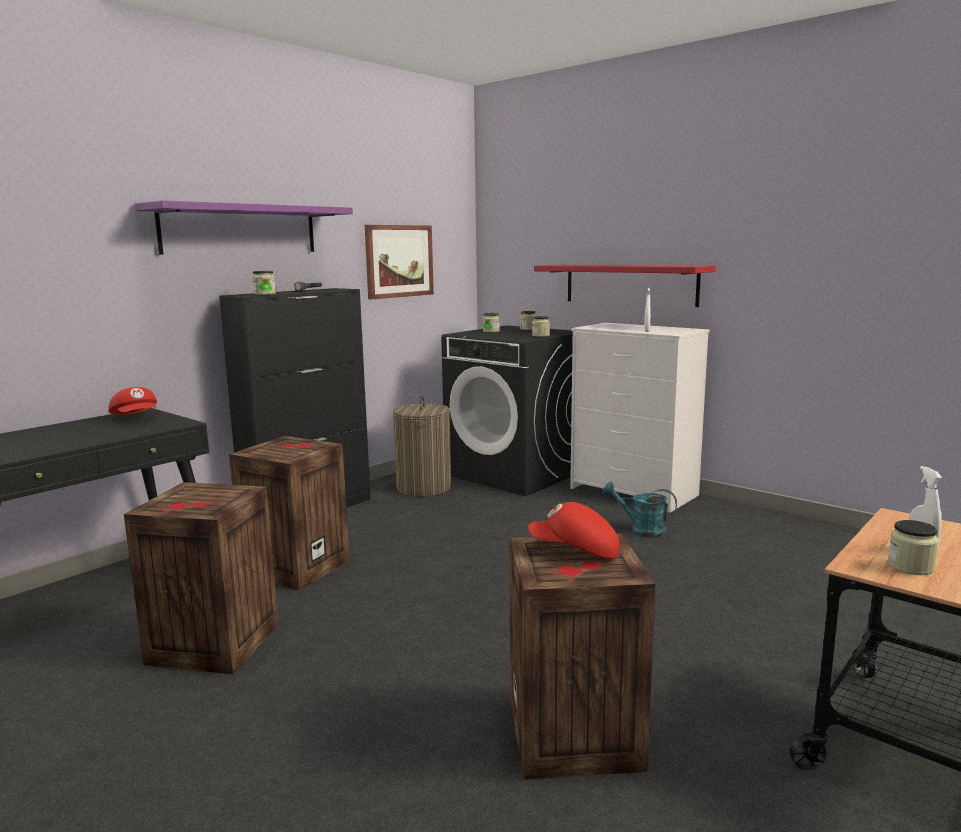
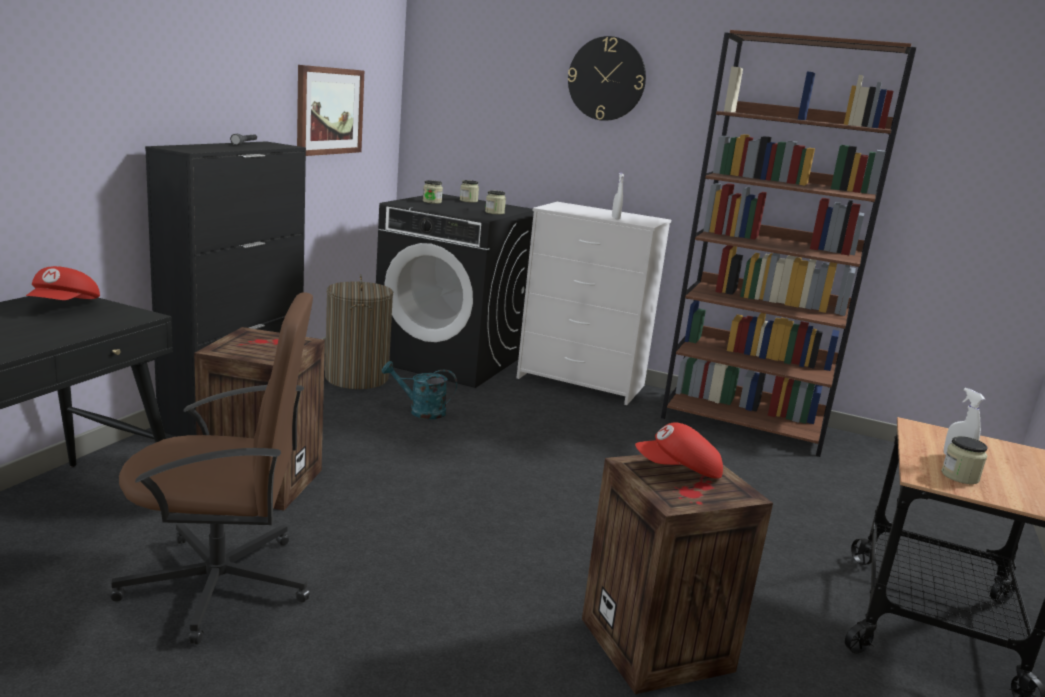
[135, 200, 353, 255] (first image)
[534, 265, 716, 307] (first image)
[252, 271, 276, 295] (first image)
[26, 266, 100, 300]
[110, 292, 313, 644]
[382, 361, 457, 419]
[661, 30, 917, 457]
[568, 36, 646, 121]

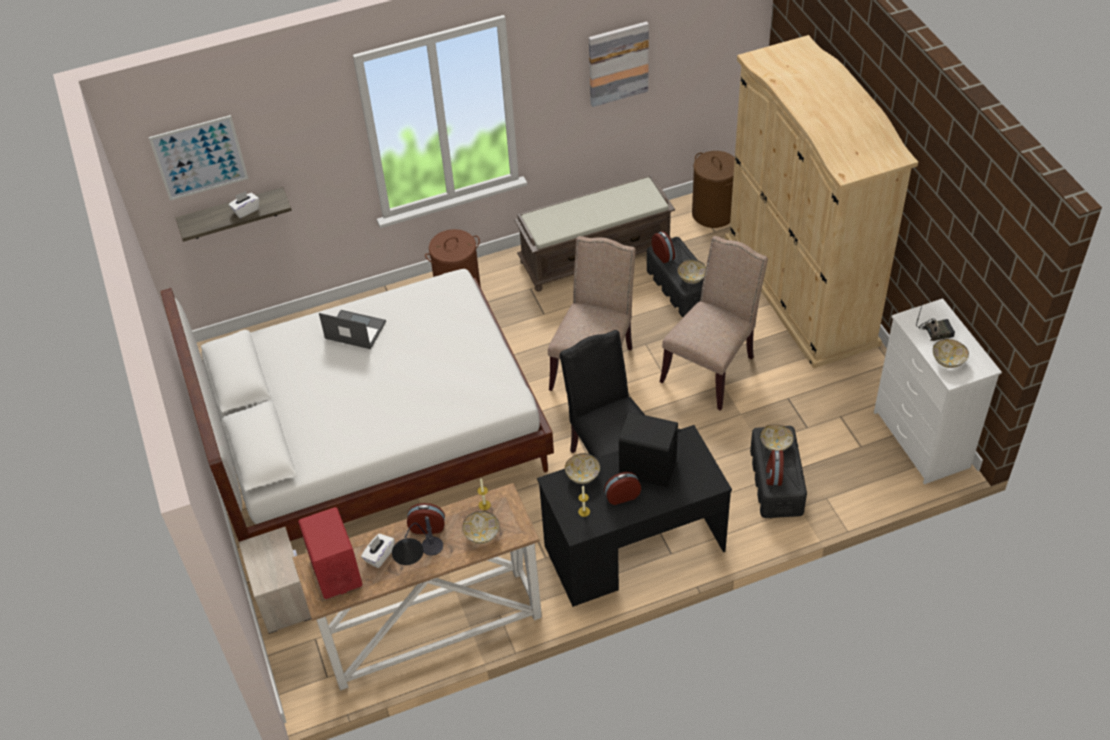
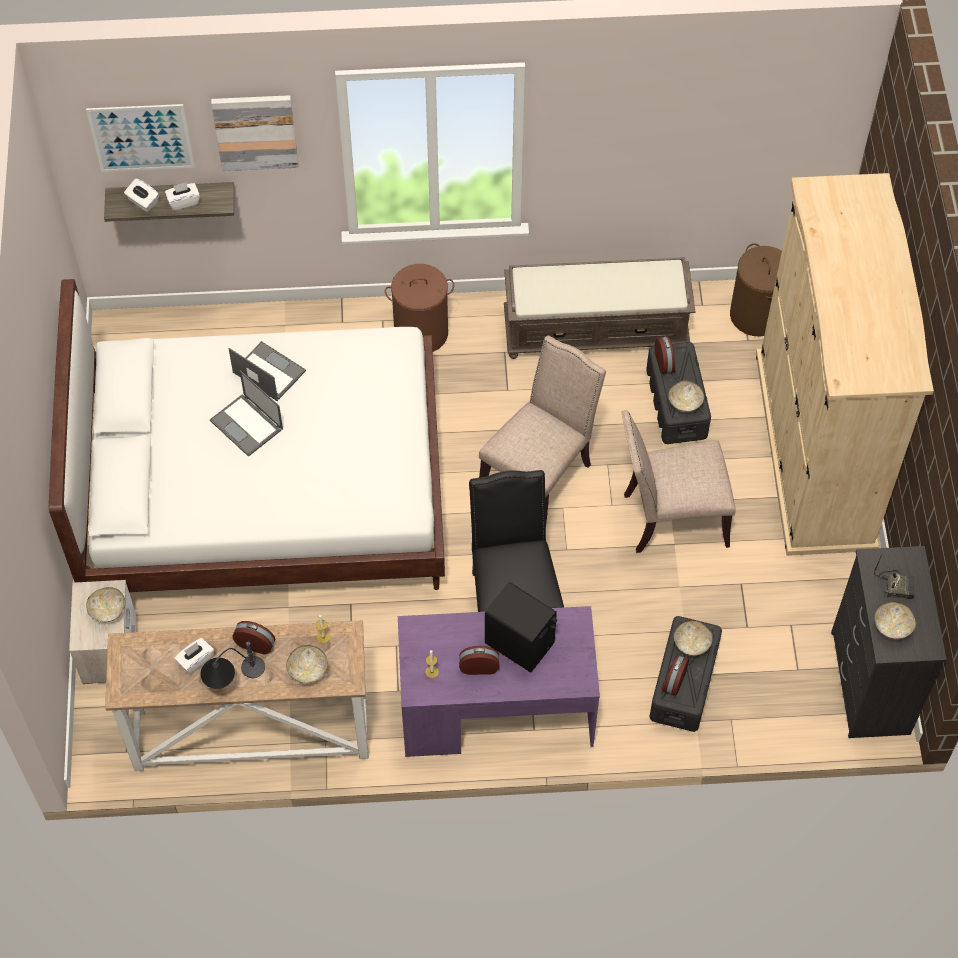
[211, 95, 299, 171]
[621, 410, 736, 553]
[831, 546, 947, 738]
[398, 606, 600, 757]
[86, 587, 126, 622]
[298, 507, 363, 599] (first image)
[124, 178, 159, 212]
[210, 370, 283, 457]

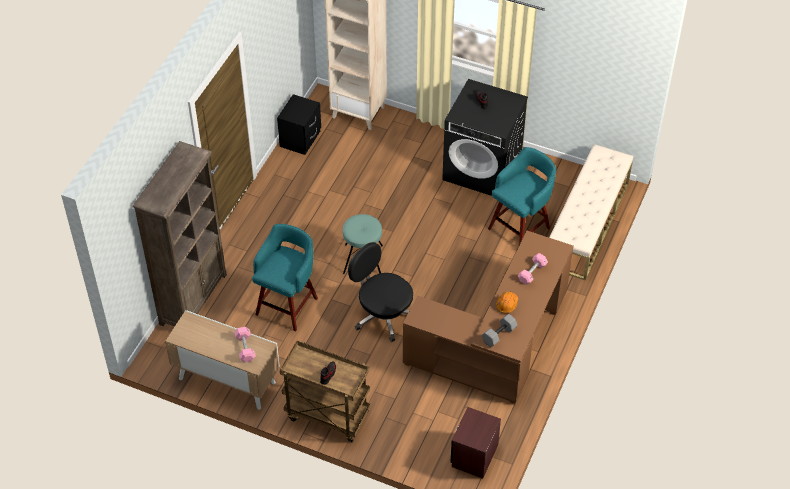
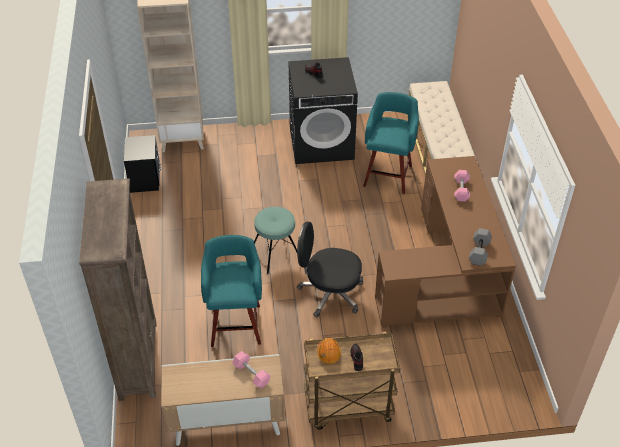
[317, 338, 341, 364]
[450, 407, 501, 479] (first image)

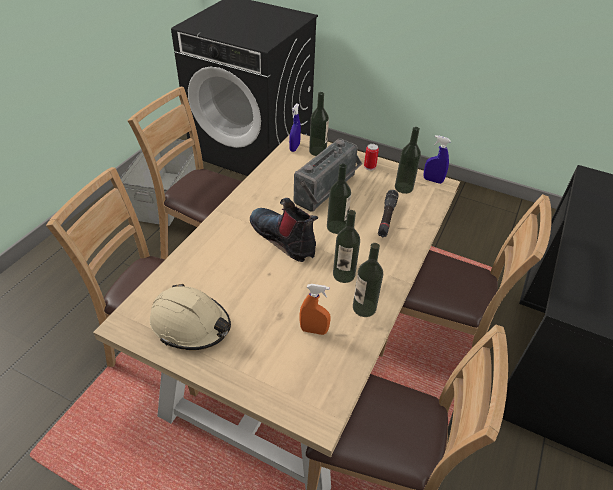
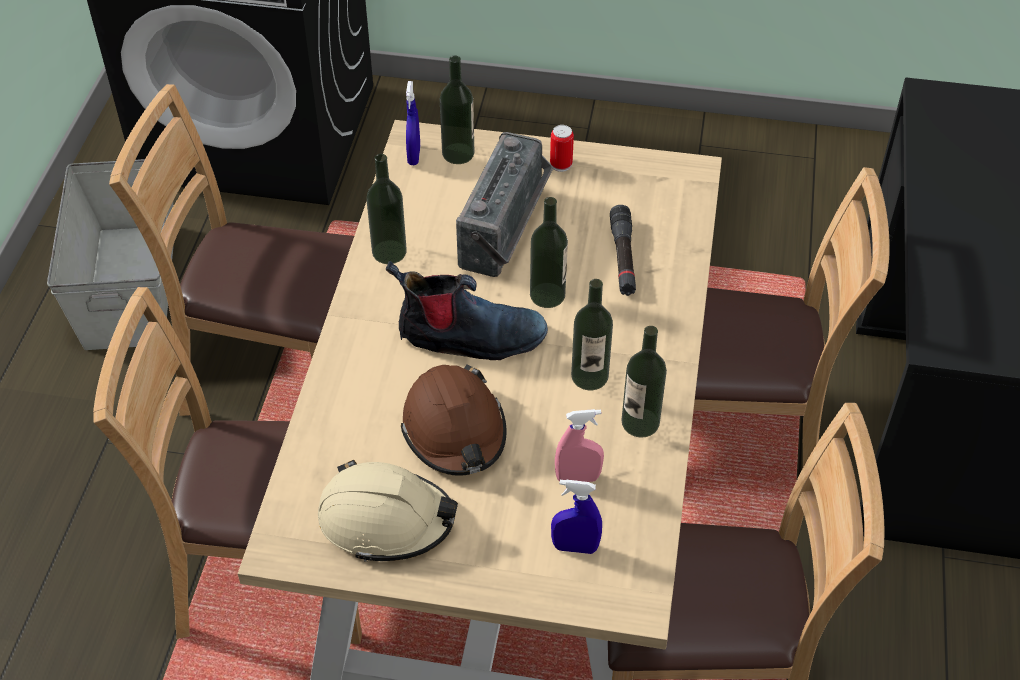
[366, 154, 407, 264]
[551, 480, 602, 554]
[386, 261, 548, 360]
[555, 409, 604, 482]
[401, 365, 506, 476]

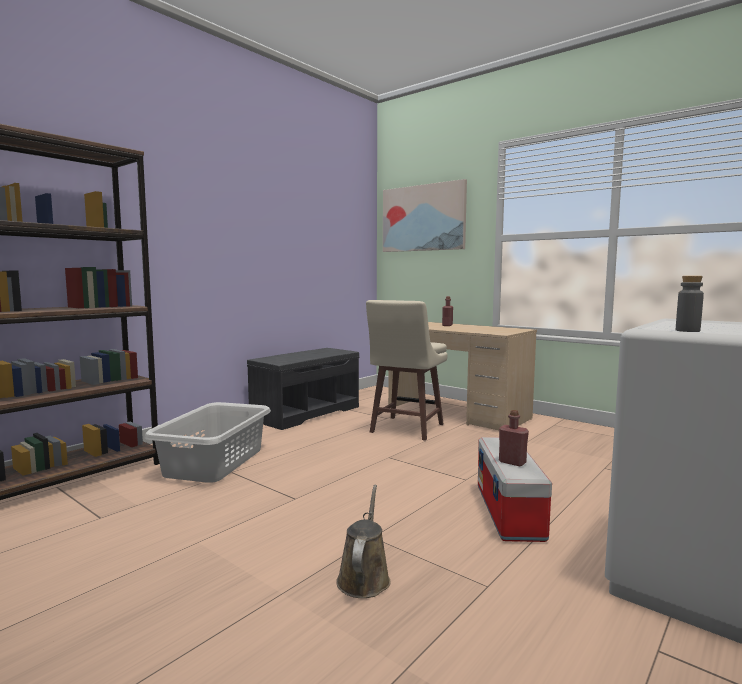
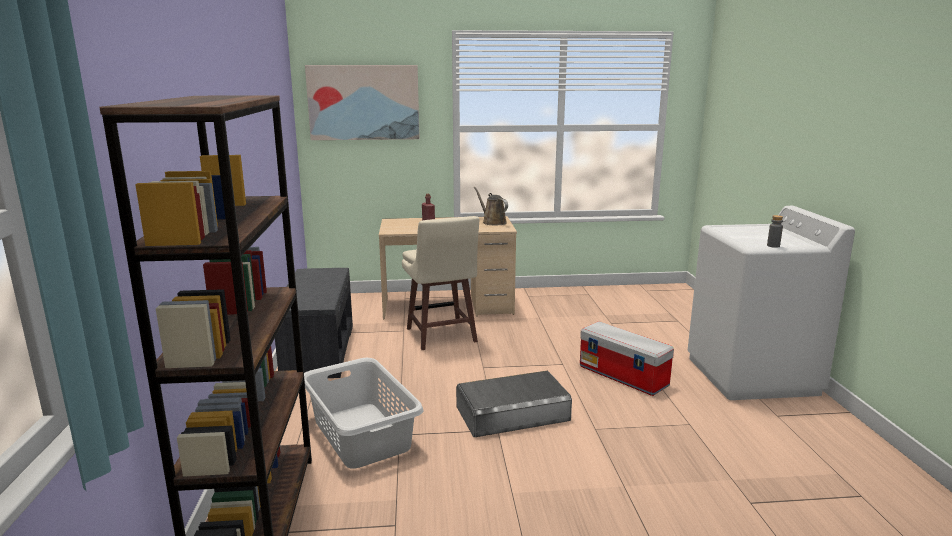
[499, 410, 529, 466] (first image)
[474, 187, 508, 225]
[456, 371, 572, 437]

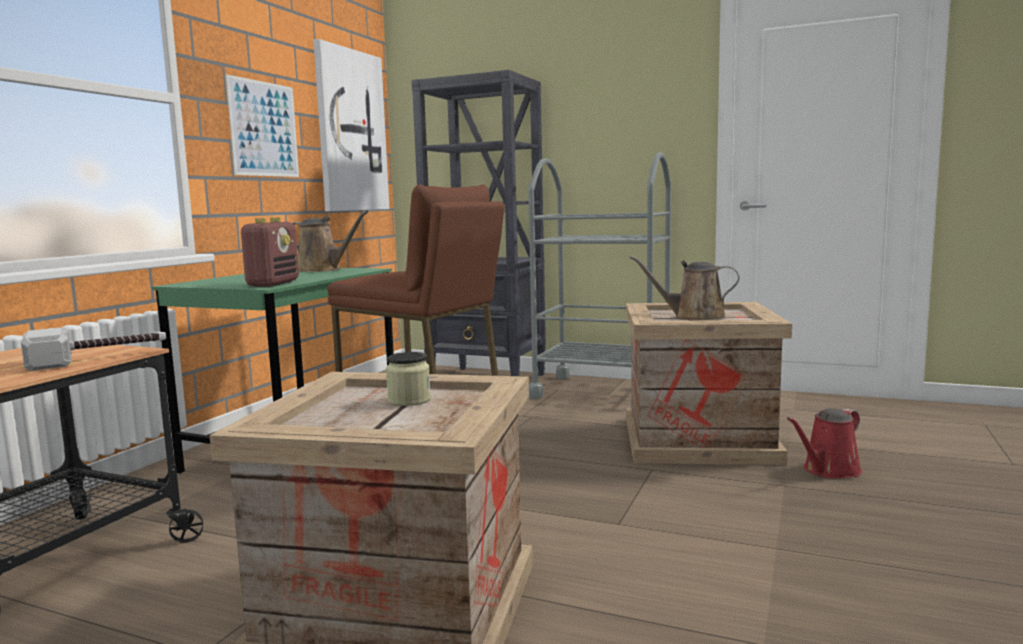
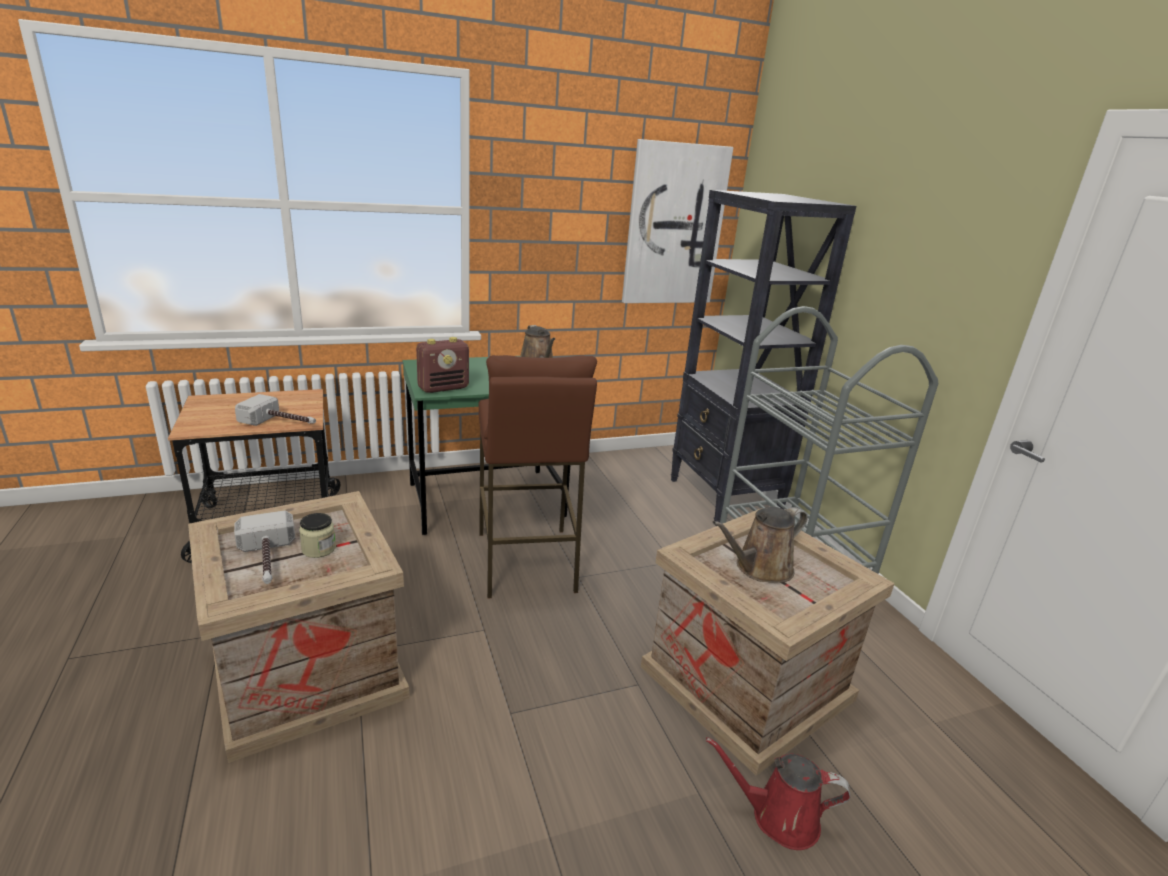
[226, 74, 299, 177] (first image)
[712, 507, 808, 583]
[234, 510, 295, 584]

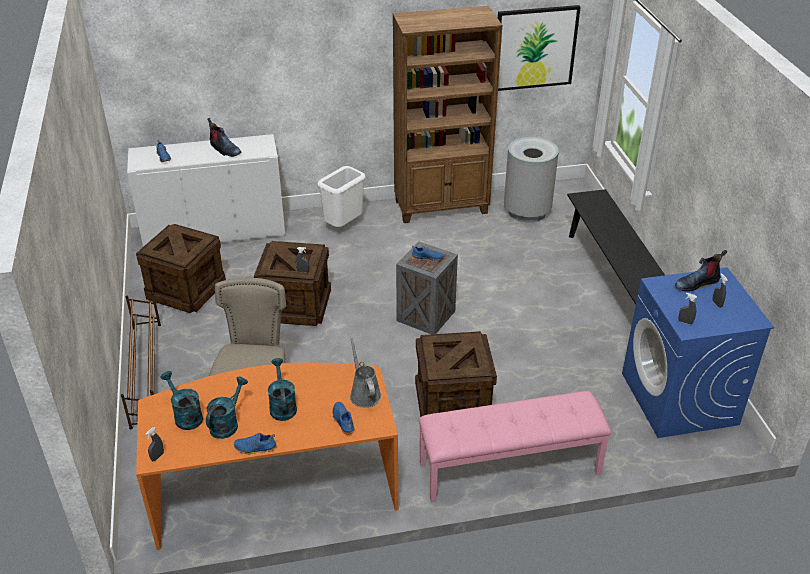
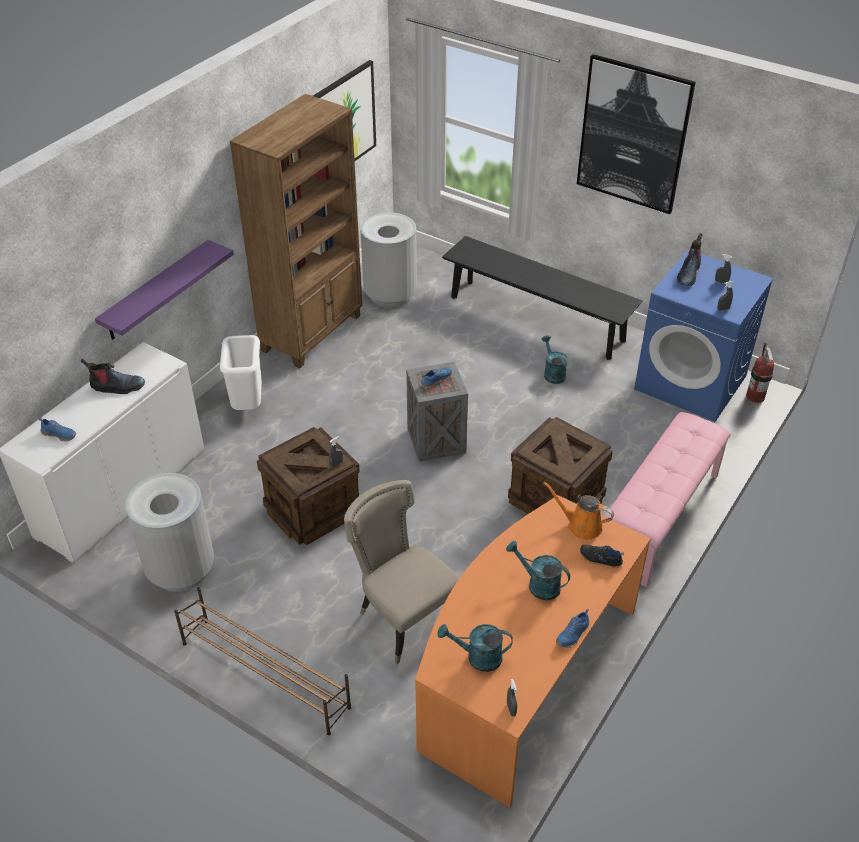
[125, 473, 214, 592]
[543, 482, 614, 540]
[542, 335, 568, 384]
[580, 545, 624, 568]
[577, 54, 696, 214]
[95, 240, 234, 340]
[746, 343, 774, 403]

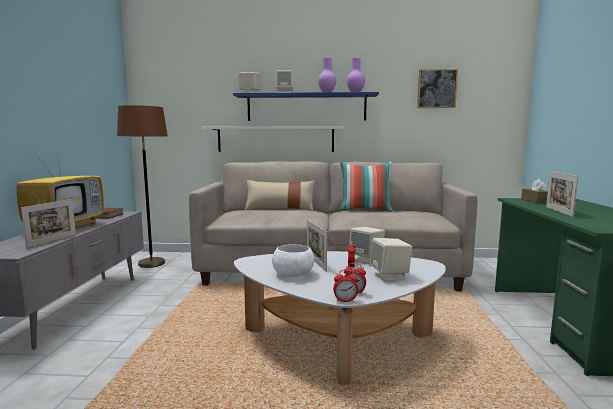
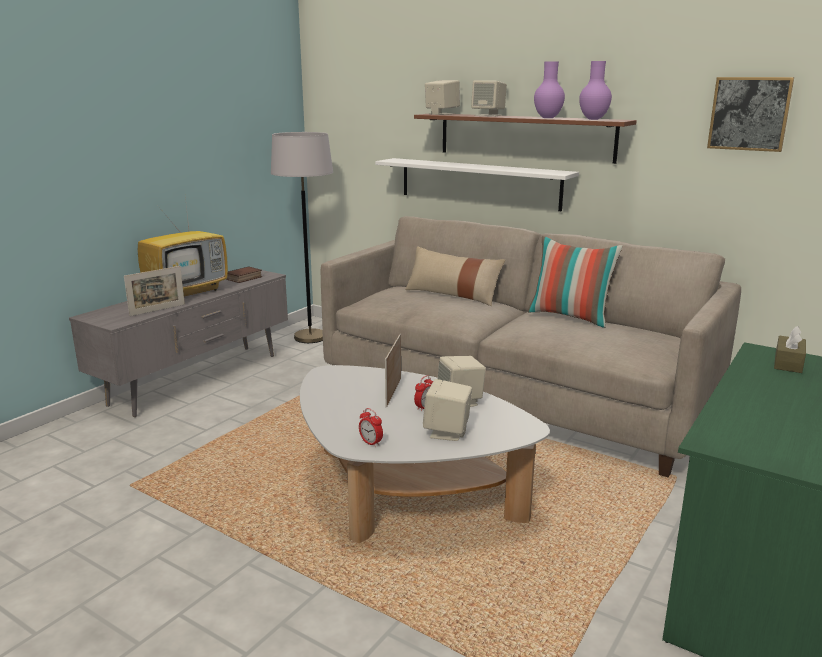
[414, 114, 637, 164]
[271, 132, 333, 343]
[546, 171, 578, 217] (first image)
[272, 244, 314, 277] (first image)
[333, 269, 358, 302] (first image)

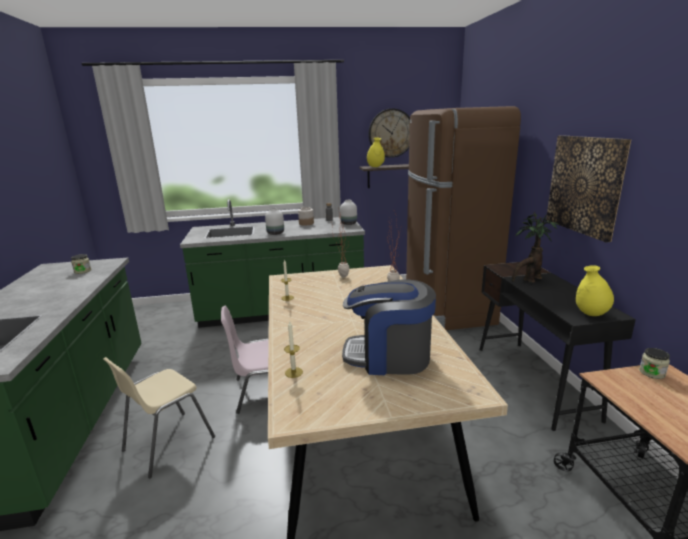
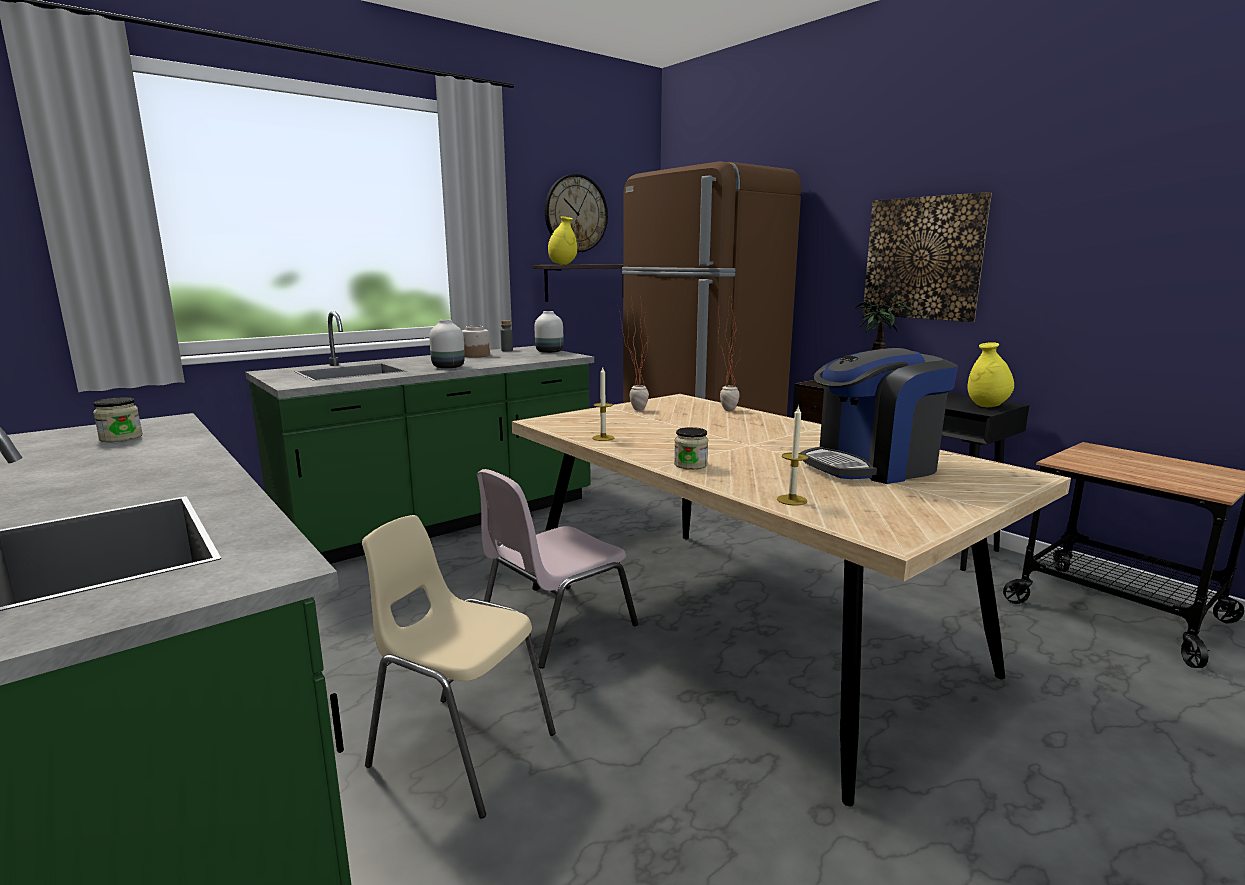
[674, 427, 708, 470]
[362, 515, 556, 819]

